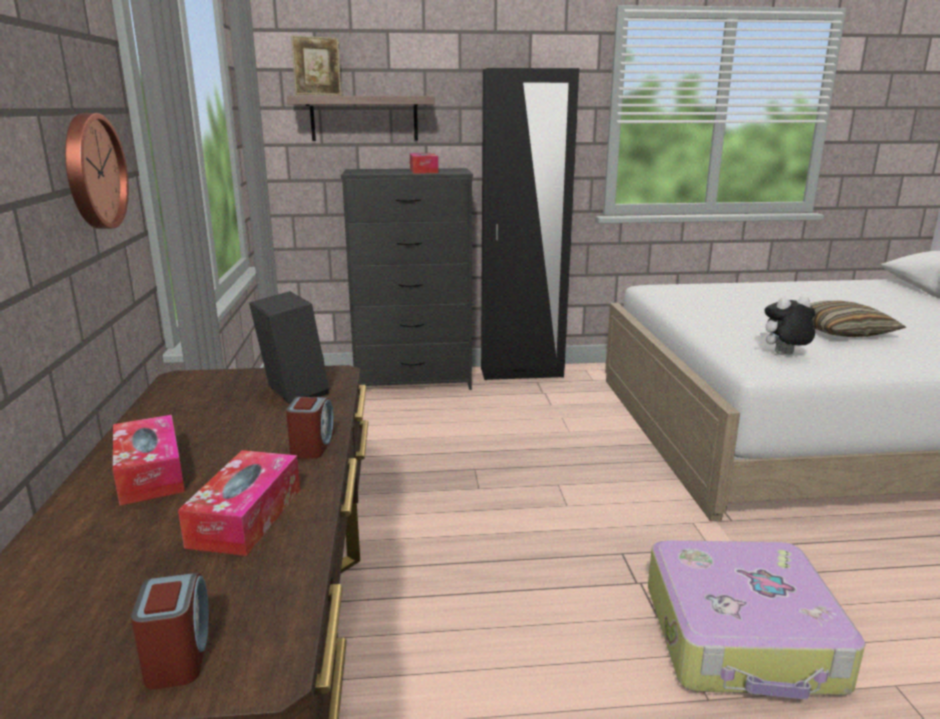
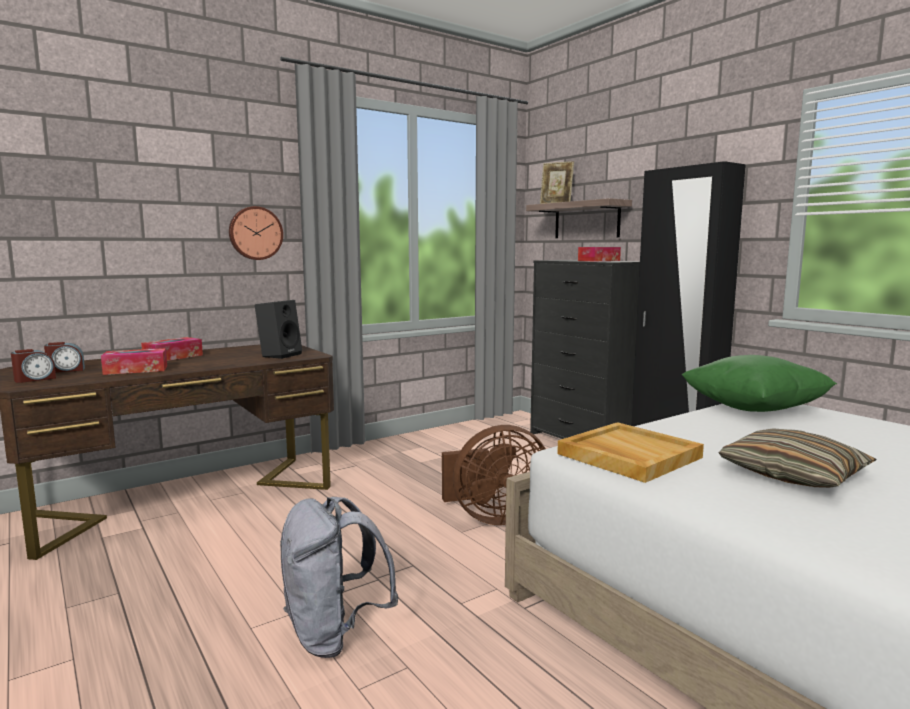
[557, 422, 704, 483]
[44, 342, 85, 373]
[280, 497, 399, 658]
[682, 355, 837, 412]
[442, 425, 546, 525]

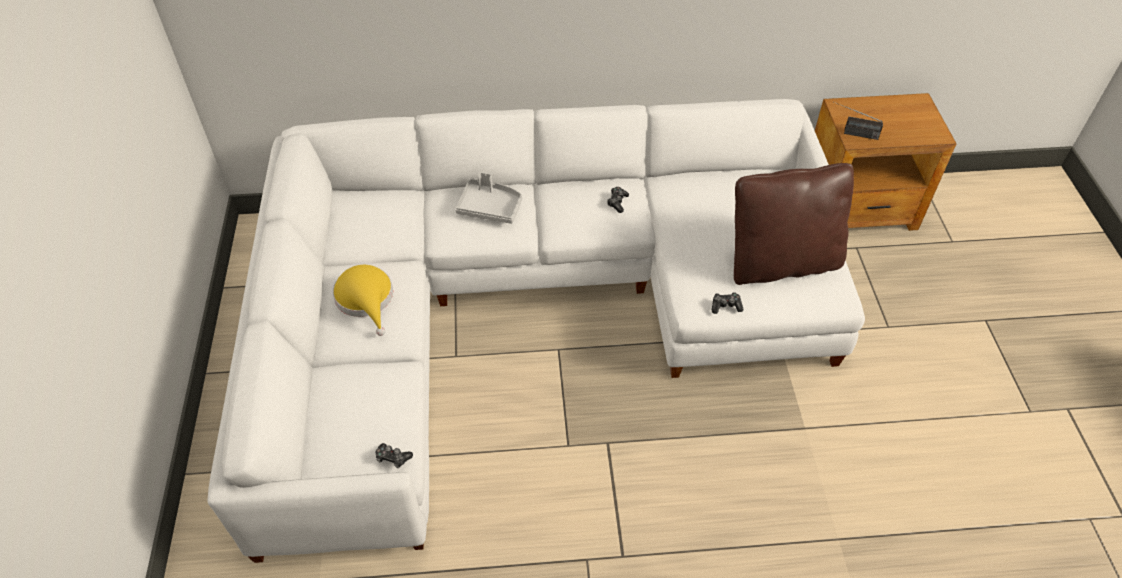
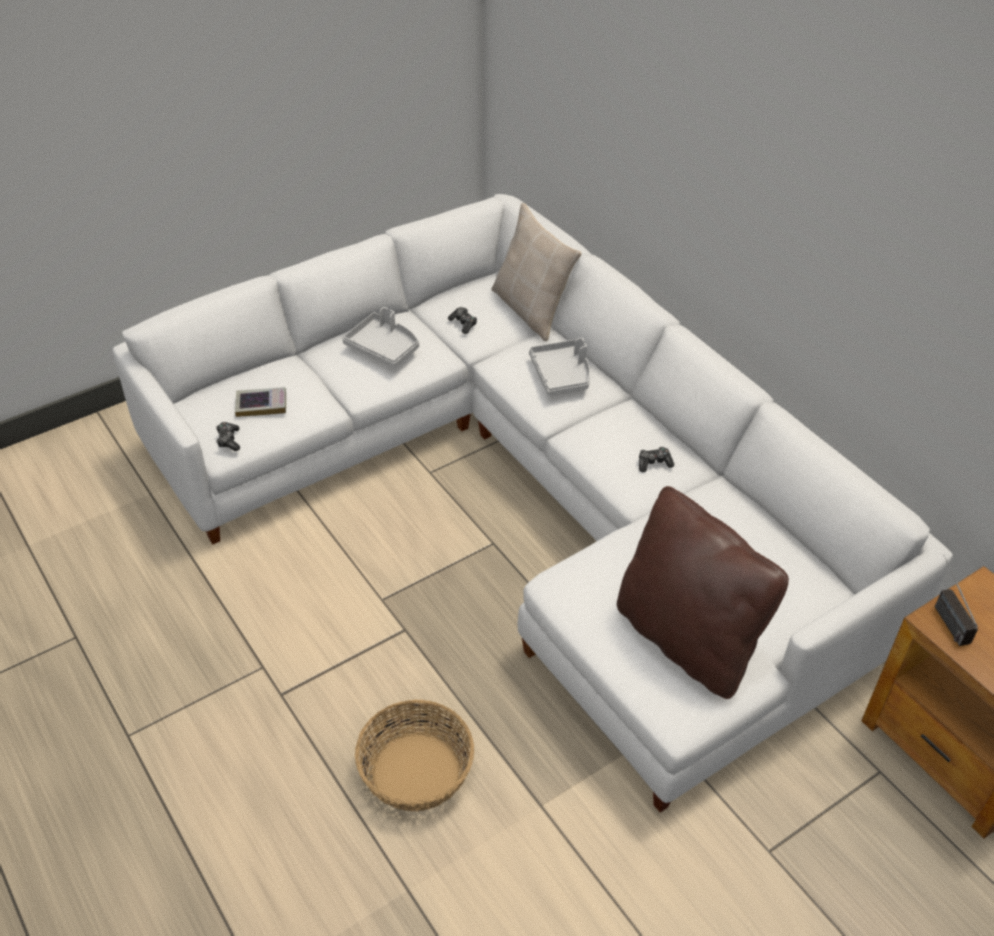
[342, 307, 419, 368]
[448, 307, 477, 334]
[491, 203, 582, 341]
[235, 387, 286, 417]
[355, 700, 474, 811]

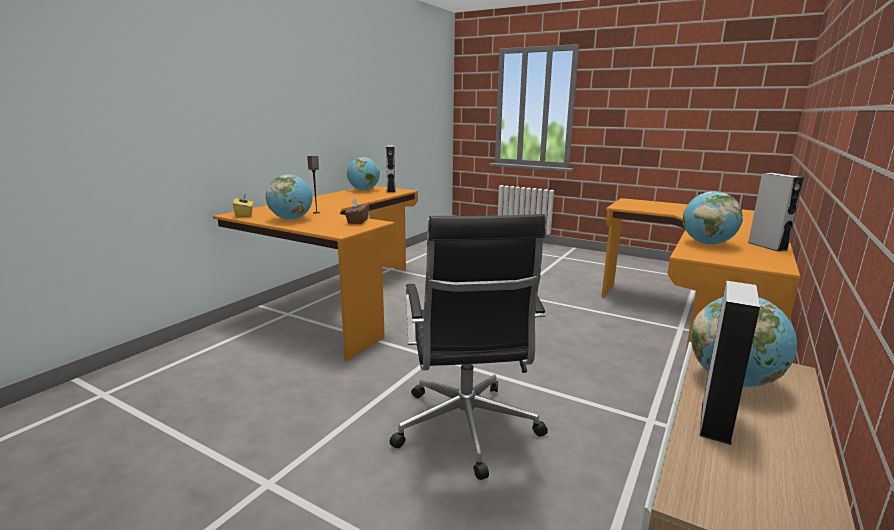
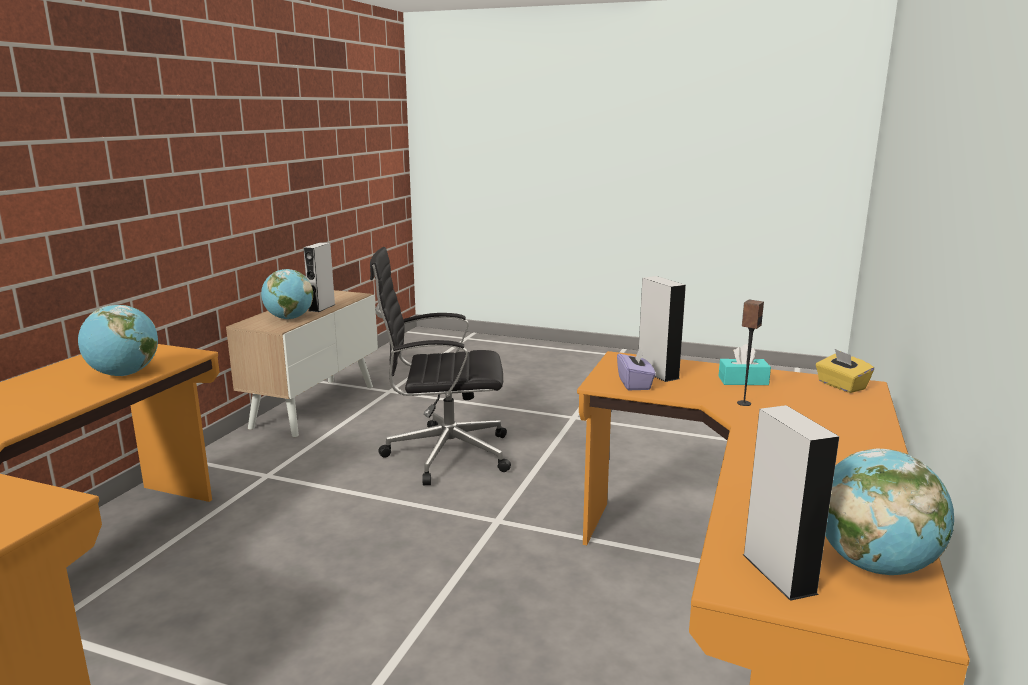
[639, 276, 686, 382]
[718, 344, 771, 385]
[617, 348, 656, 390]
[370, 247, 511, 485]

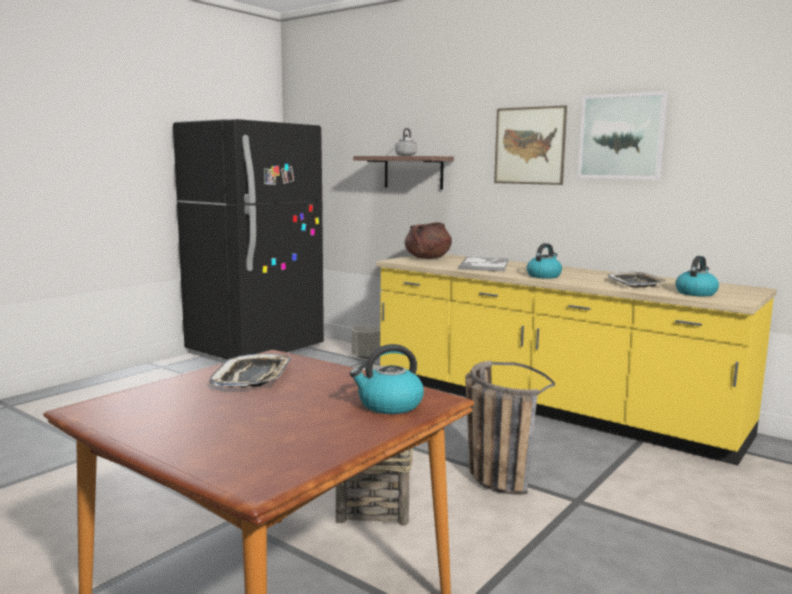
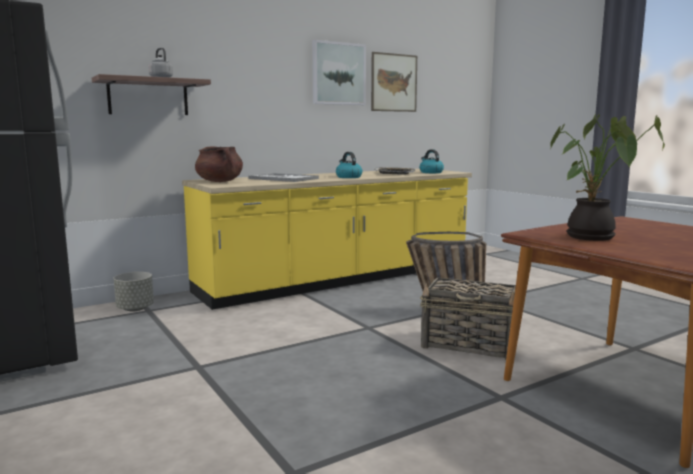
[371, 52, 417, 112]
[350, 344, 424, 414] (first image)
[550, 114, 665, 241]

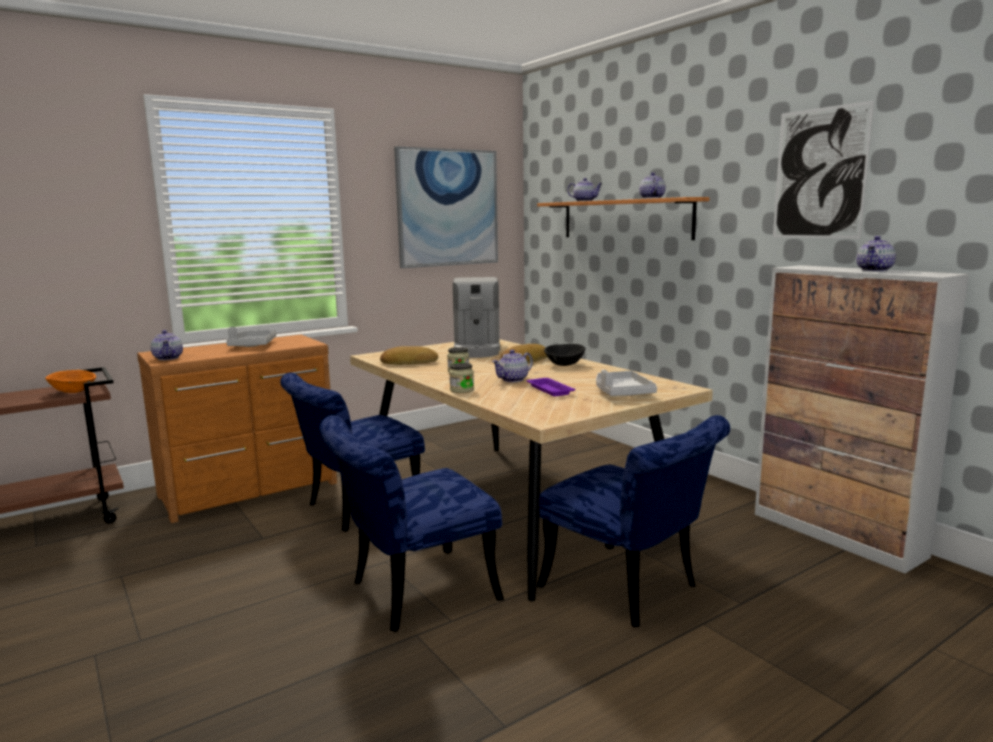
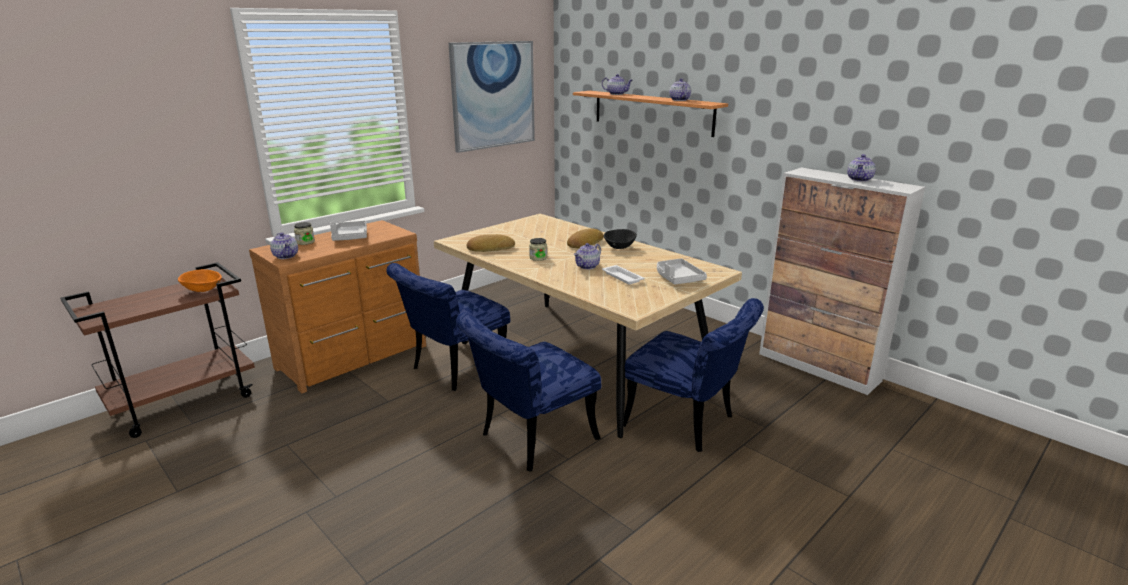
[773, 100, 874, 239] (first image)
[453, 277, 500, 358] (first image)
[294, 222, 315, 245]
[602, 265, 644, 284]

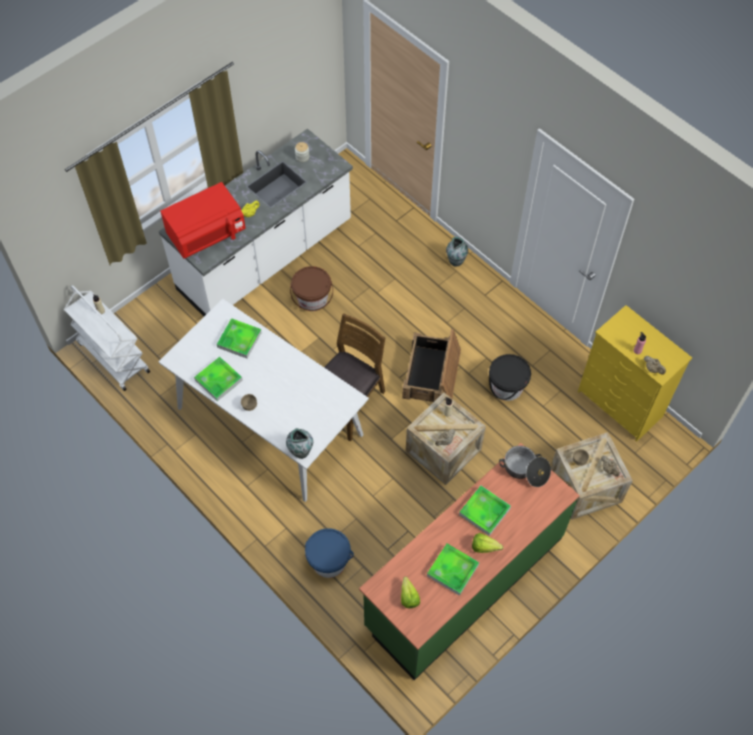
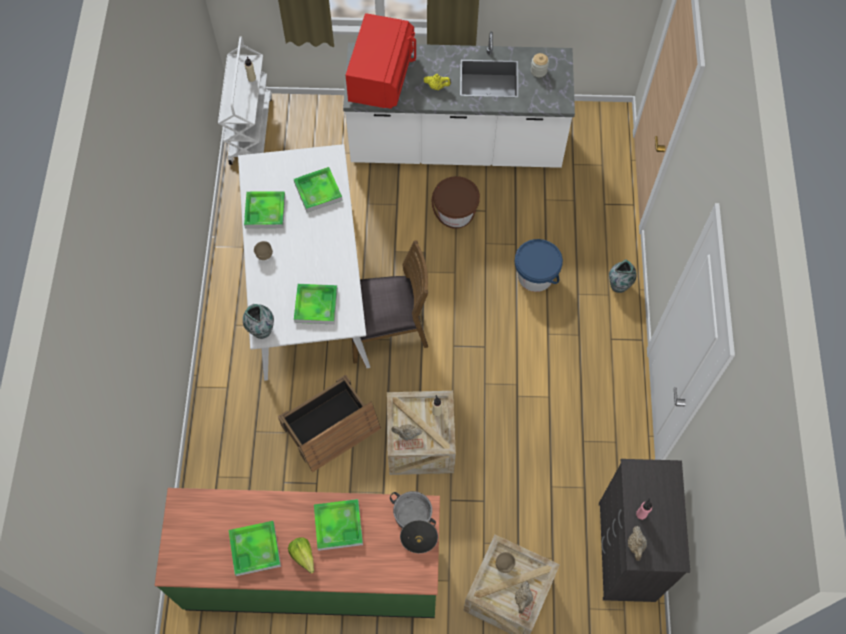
[345, 13, 416, 109]
[599, 459, 690, 602]
[278, 374, 381, 473]
[489, 354, 531, 401] (first image)
[515, 239, 563, 292]
[401, 577, 420, 609] (first image)
[294, 284, 338, 324]

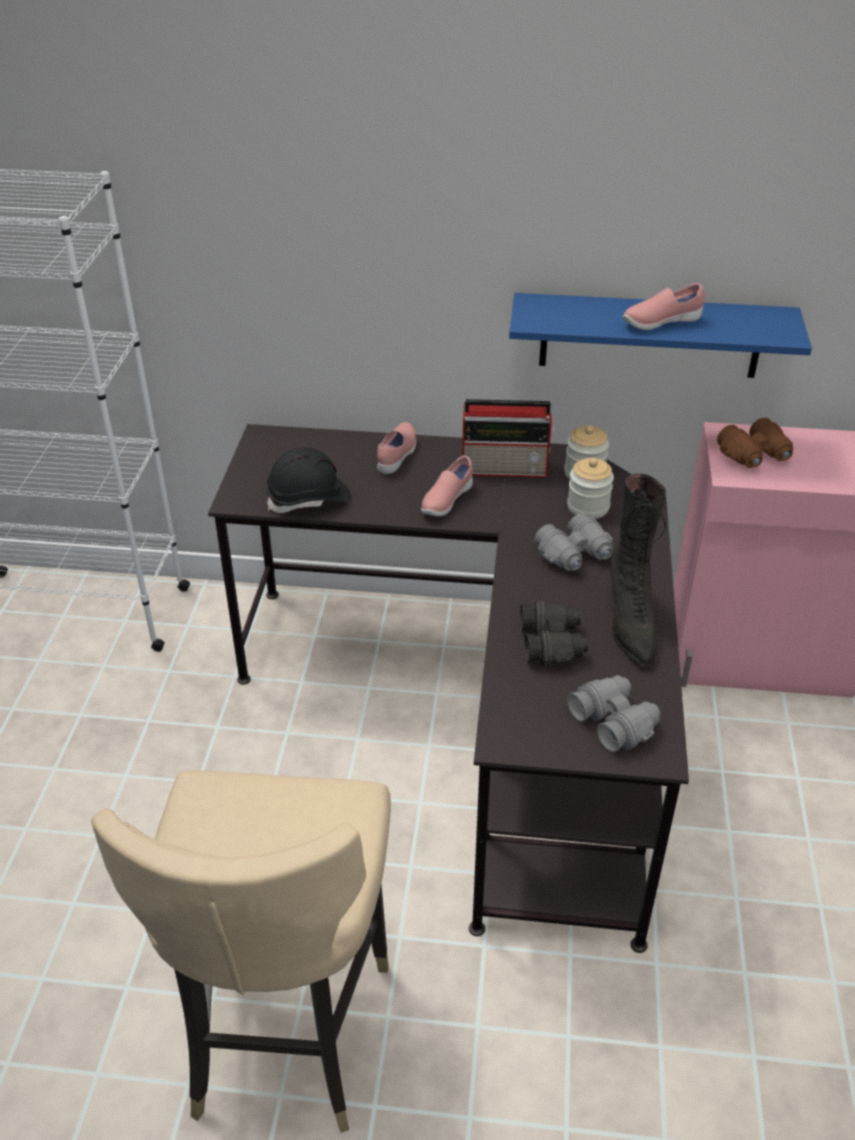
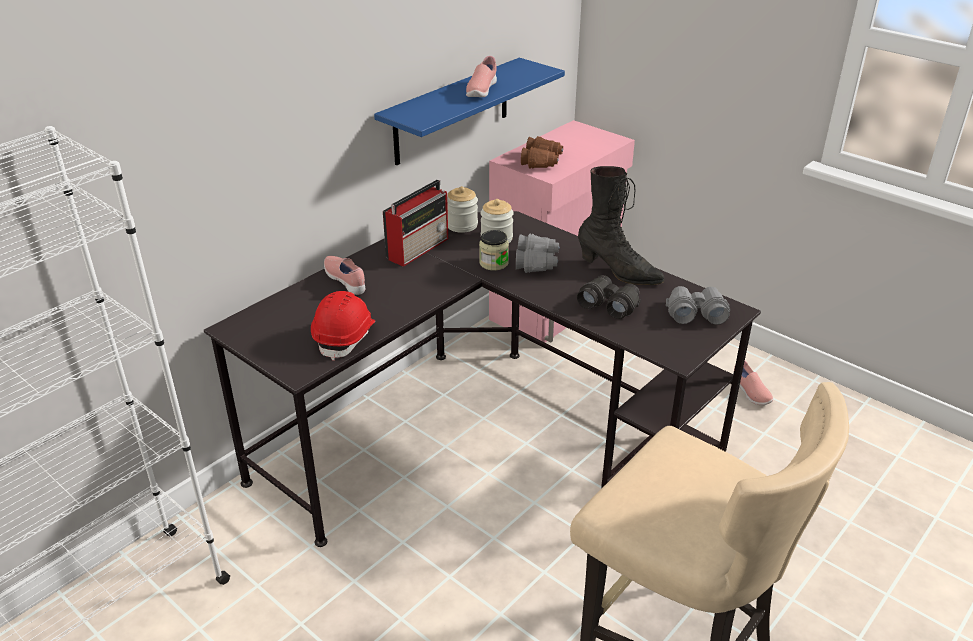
[311, 291, 375, 361]
[733, 361, 773, 405]
[479, 230, 509, 271]

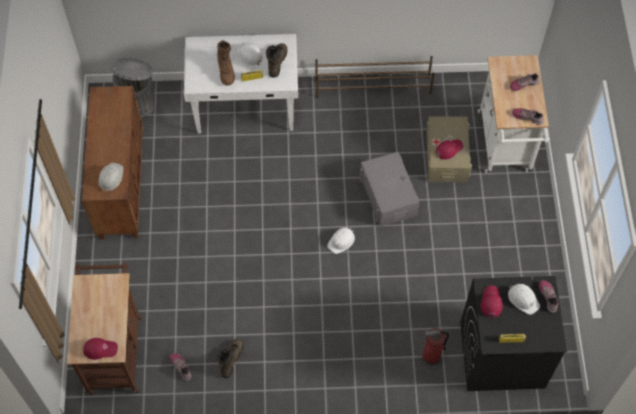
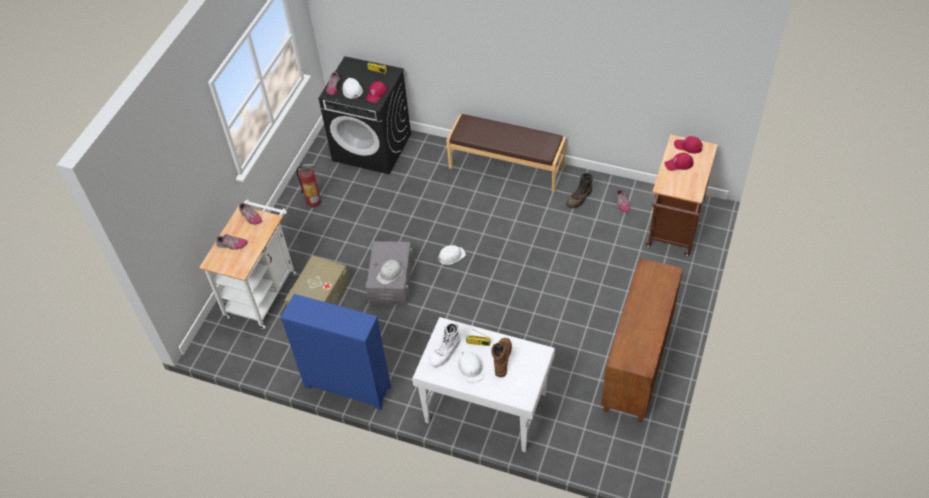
[429, 323, 461, 367]
[281, 294, 391, 410]
[111, 58, 155, 118] (first image)
[664, 153, 693, 171]
[376, 260, 403, 285]
[296, 164, 321, 208]
[446, 114, 566, 193]

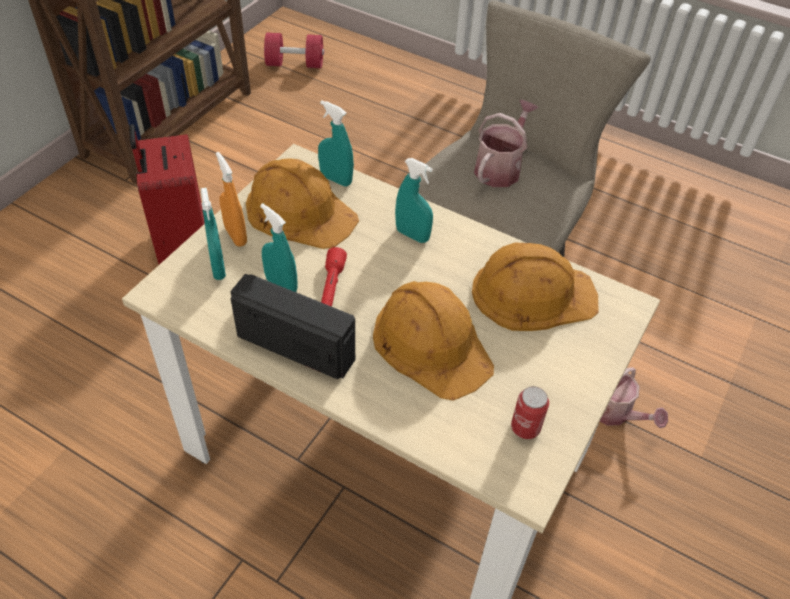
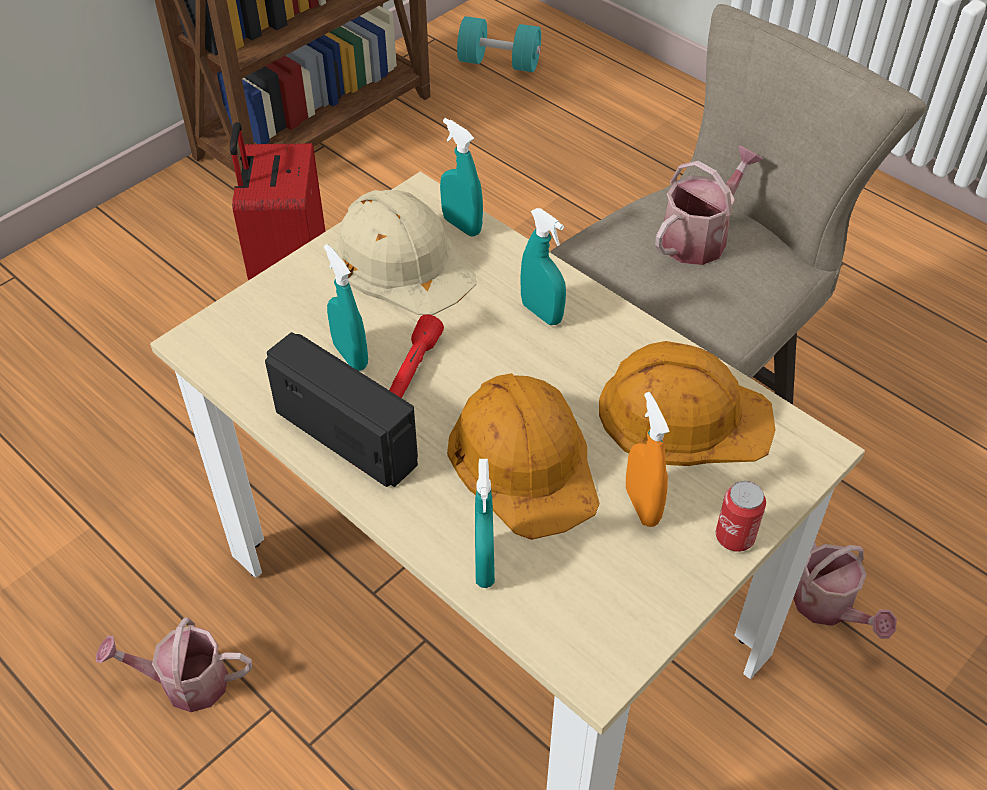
[457, 16, 541, 72]
[626, 392, 670, 527]
[334, 190, 476, 315]
[475, 459, 495, 588]
[716, 481, 766, 552]
[96, 618, 252, 712]

